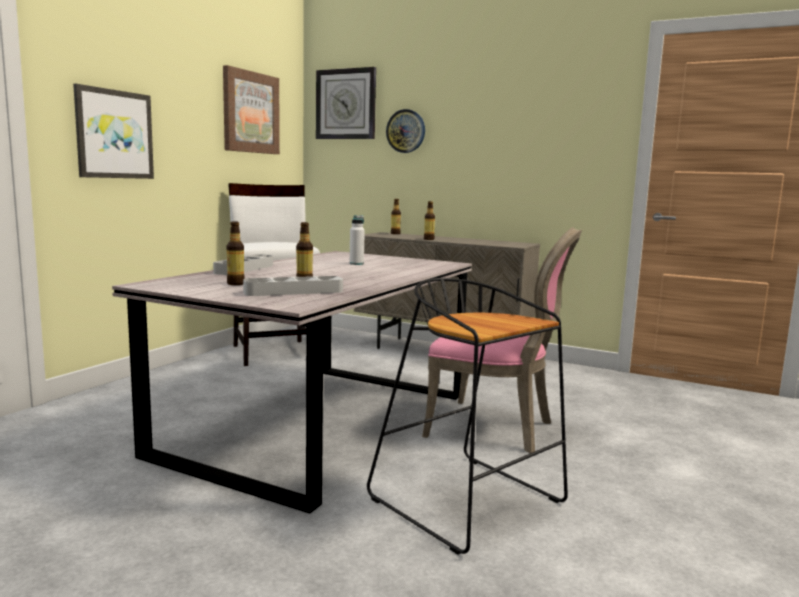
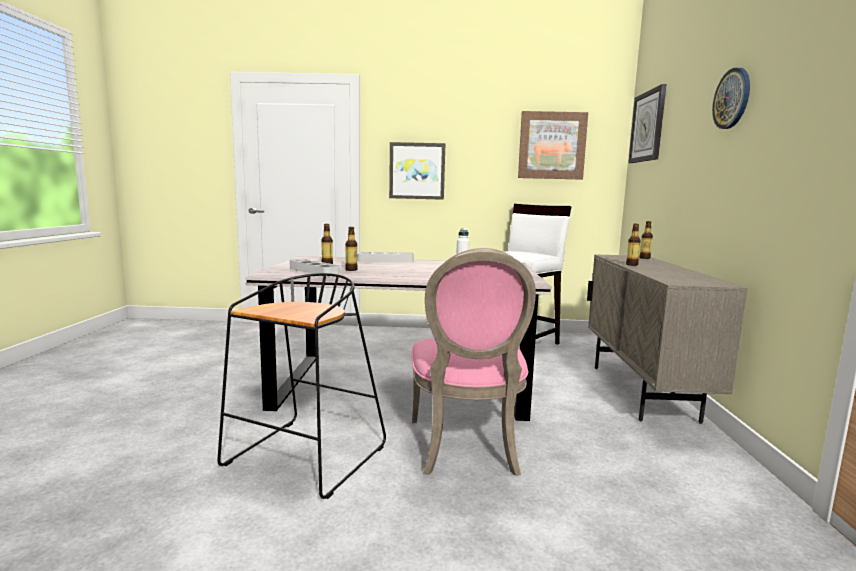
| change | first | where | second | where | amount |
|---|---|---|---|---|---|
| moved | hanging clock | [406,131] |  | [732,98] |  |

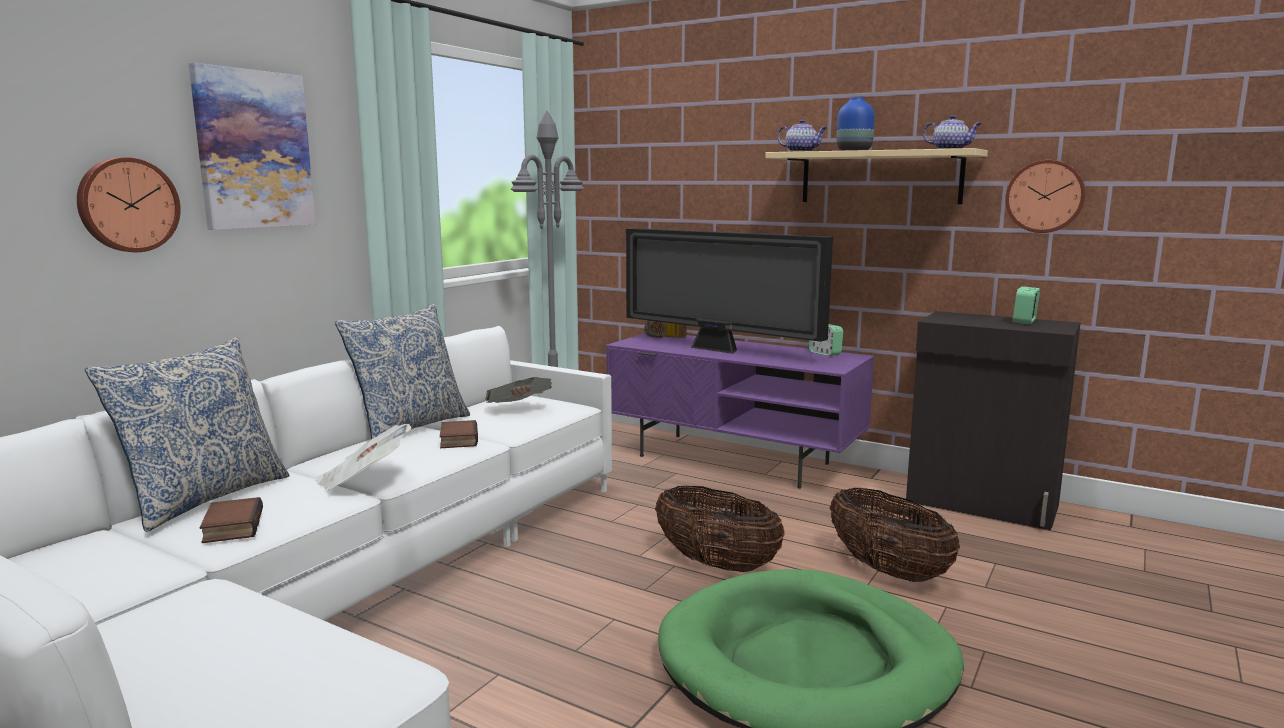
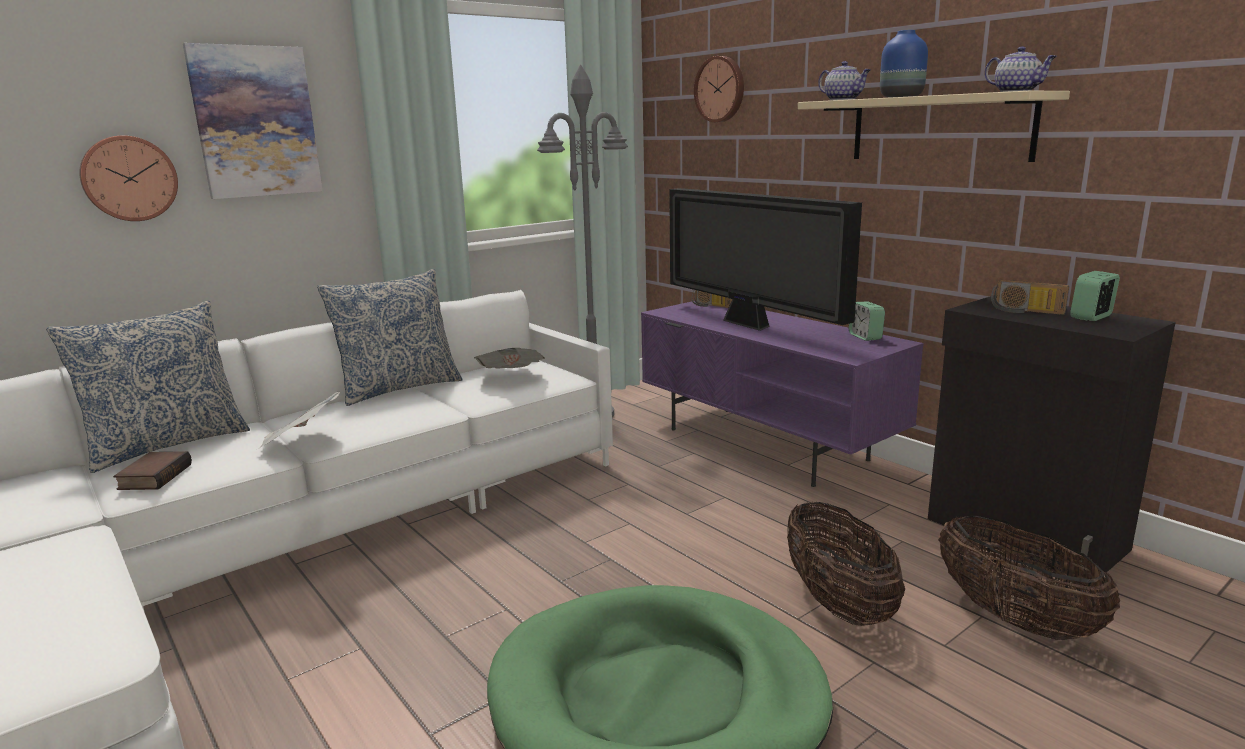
| change | first | where | second | where | amount |
|---|---|---|---|---|---|
| removed | volume | [457,439] |  |  |  |
| moved | storage basket | [716,564] |  | [1015,619] |  |
| moved | hanging clock | [1045,196] |  | [720,89] |  |
| added |  |  | radio | [1026,311] |  |

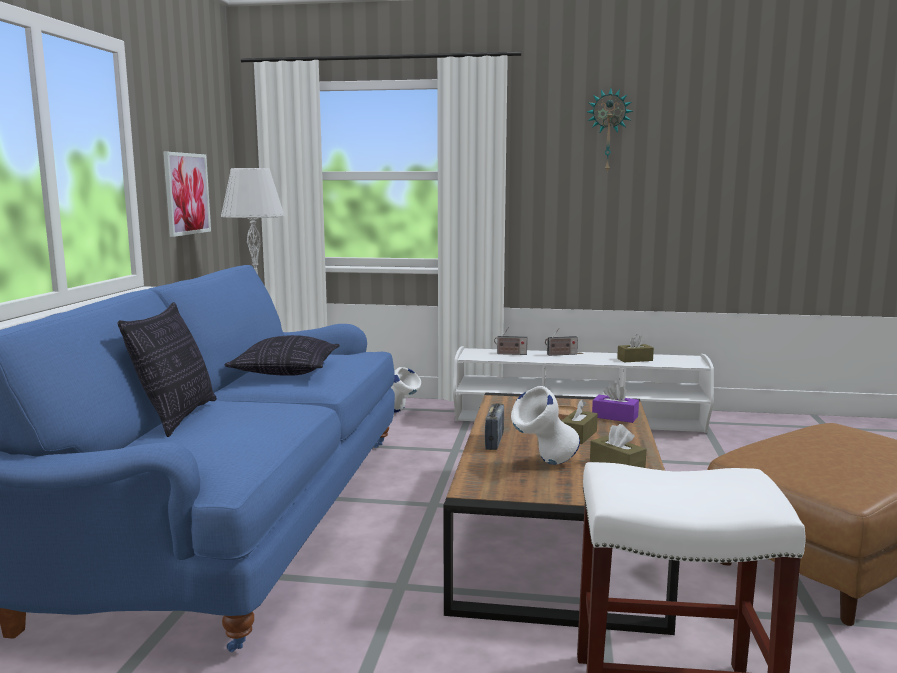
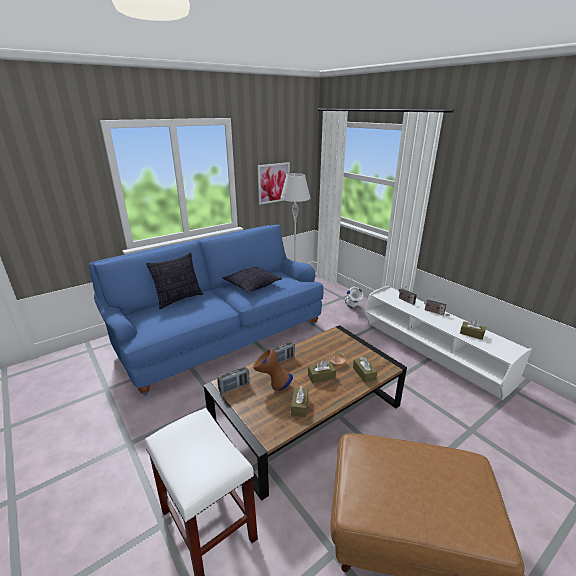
| change | first | where | second | where | amount |
|---|---|---|---|---|---|
| recoloured | vase/white | [544,464] | vase/brown | [273,386] |  |
| removed | hanging clock | [608,130] |  |  |  |
| recoloured | tissue holder/purple | [615,417] | tissue holder/brown | [364,373] |  |
| added |  |  | radio | [234,387] |  |

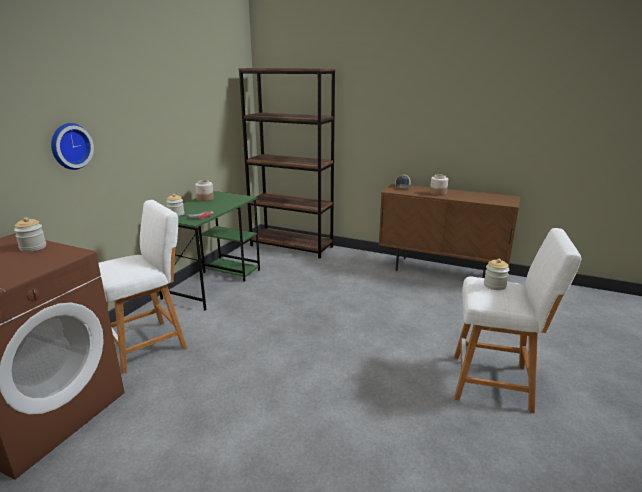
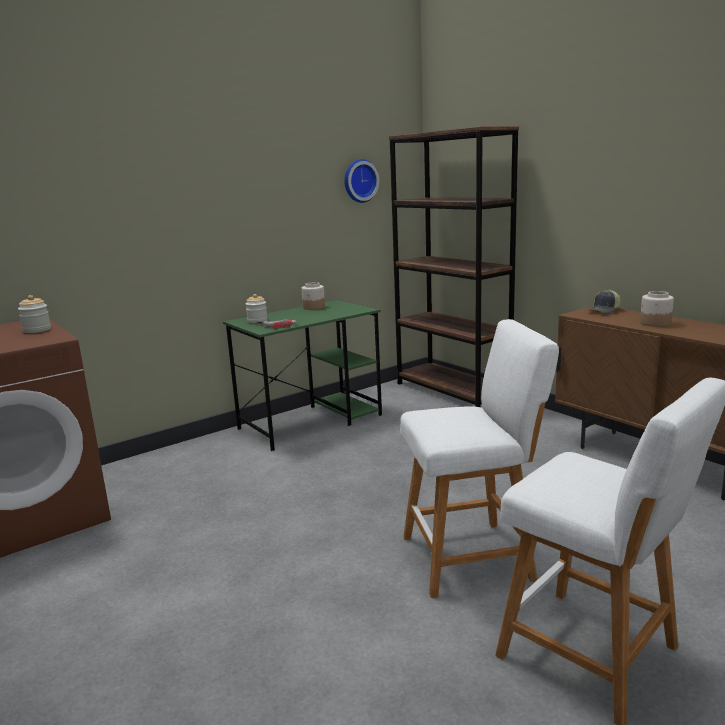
| change | first | where | second | where | amount |
|---|---|---|---|---|---|
| moved | hanging clock | [69,146] |  | [359,181] |  |
| moved | stool seat/white | [149,344] |  | [473,556] |  |
| removed | storage jar | [494,285] |  |  |  |

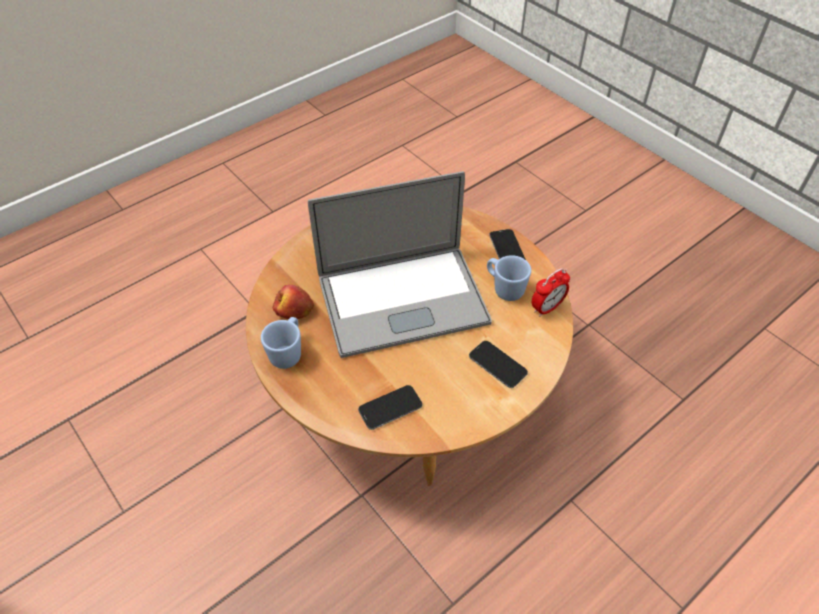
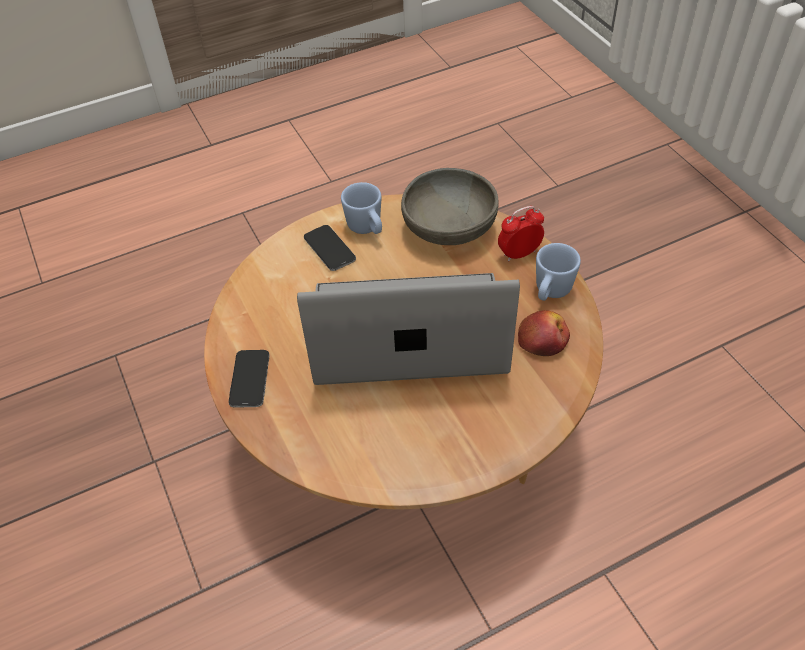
| change | first | where | second | where | amount |
|---|---|---|---|---|---|
| replaced | telephone | [390,408] | serving bowl/grey | [449,227] |  |
| moved | mug/blue-coloured | [504,288] |  | [367,229] |  |
| moved | alarm clock | [547,308] |  | [519,254] |  |

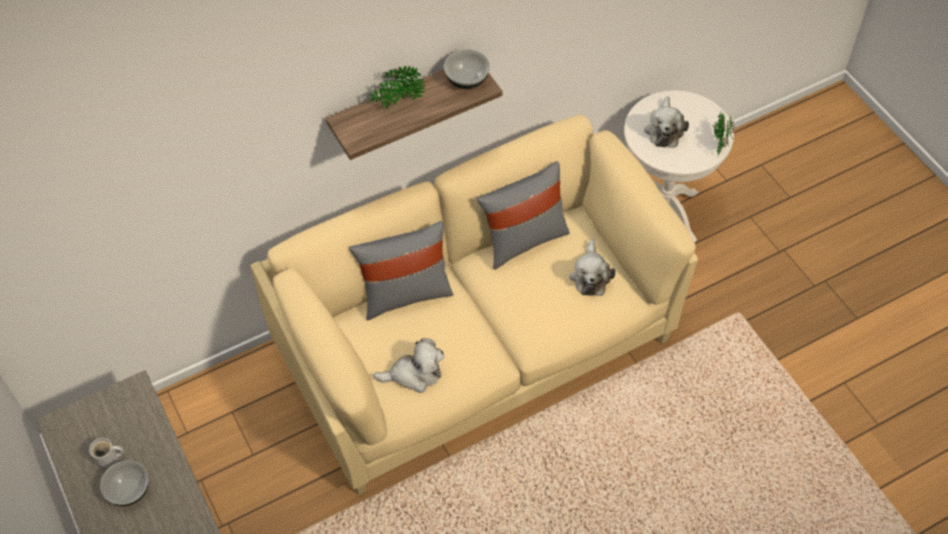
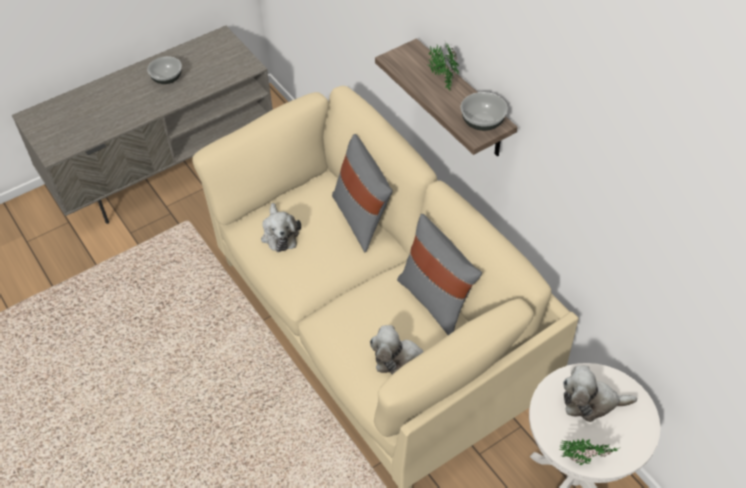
| change | first | where | second | where | amount |
|---|---|---|---|---|---|
| removed | mug/white | [109,459] |  |  |  |

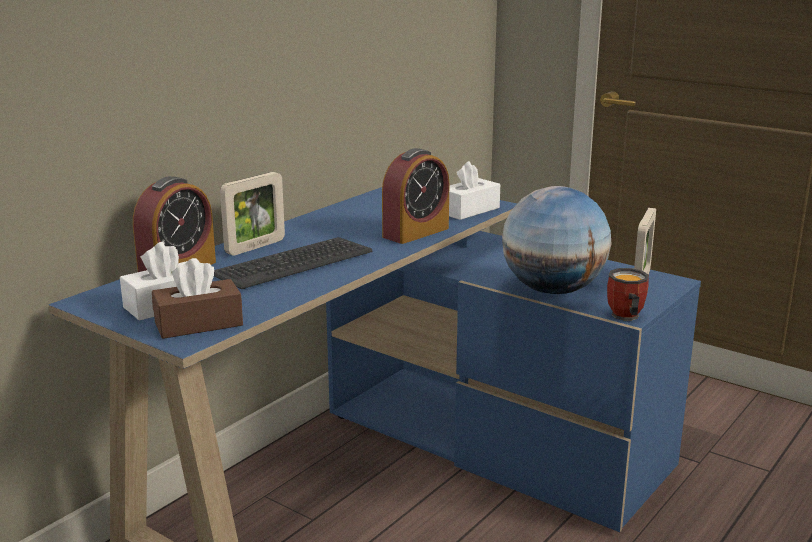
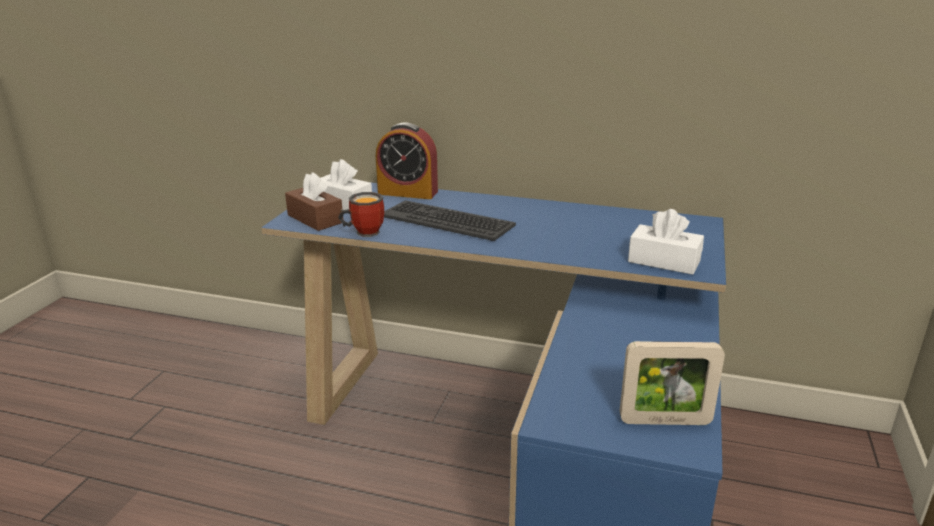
| change | first | where | second | where | amount |
|---|---|---|---|---|---|
| removed | picture frame | [255,247] |  |  |  |
| removed | alarm clock | [415,232] |  |  |  |
| removed | globe | [553,290] |  |  |  |
| moved | mug | [624,317] |  | [363,232] |  |

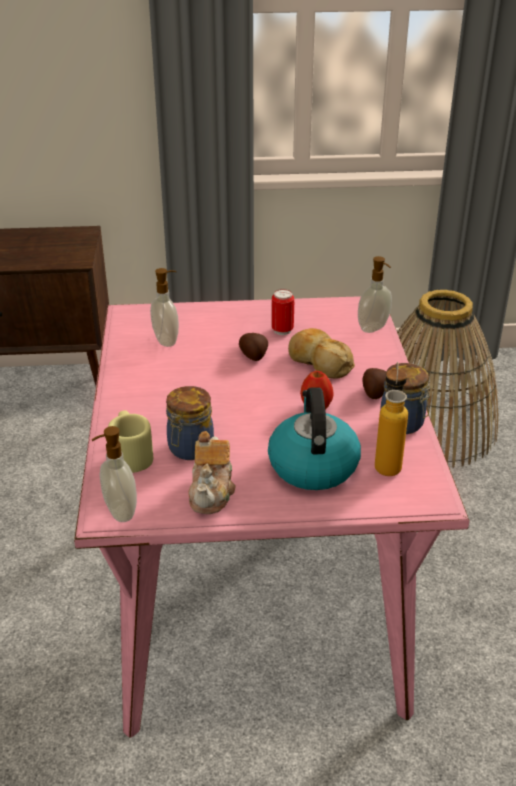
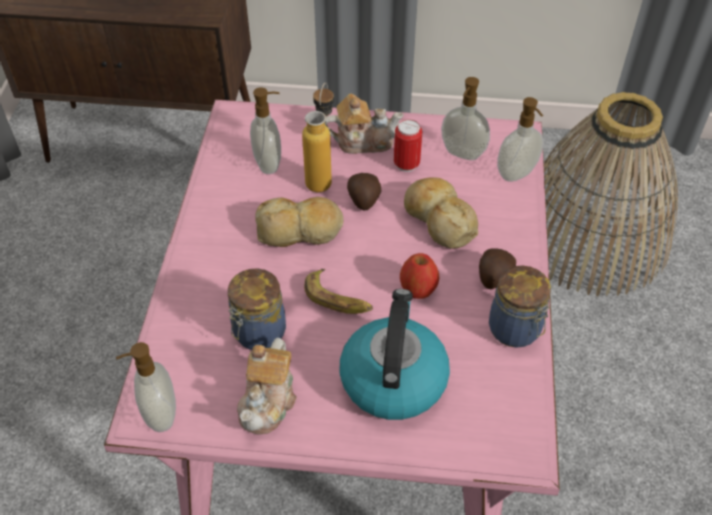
| change | first | where | second | where | amount |
|---|---|---|---|---|---|
| removed | mug/beige-coloured | [130,454] |  |  |  |
| moved | drink bottle | [387,461] |  | [322,176] |  |
| added |  |  | baked bread | [300,231] |  |
| added |  |  | banana | [338,299] |  |
| added |  |  | teapot | [363,141] |  |
| added |  |  | soap dispenser | [462,154] |  |

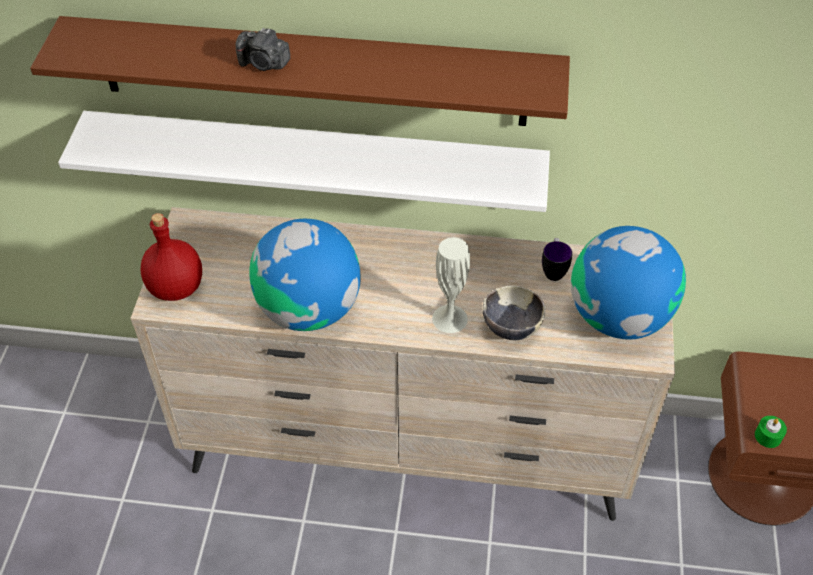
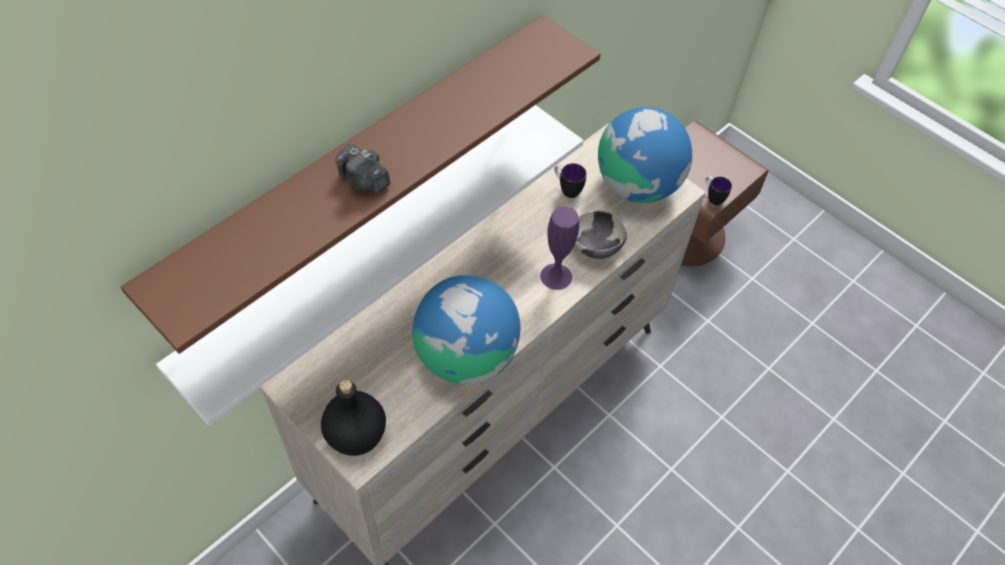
| change | first | where | second | where | amount |
|---|---|---|---|---|---|
| recoloured | drink bottle/red | [176,288] | drink bottle/black | [357,436] |  |
| turned | photo camera | [264,64] |  | [364,181] | 75 degrees clockwise |
| recoloured | vase/white | [449,318] | vase/purple | [556,276] |  |
| replaced | wax light/green | [768,436] | mug | [712,197] |  |

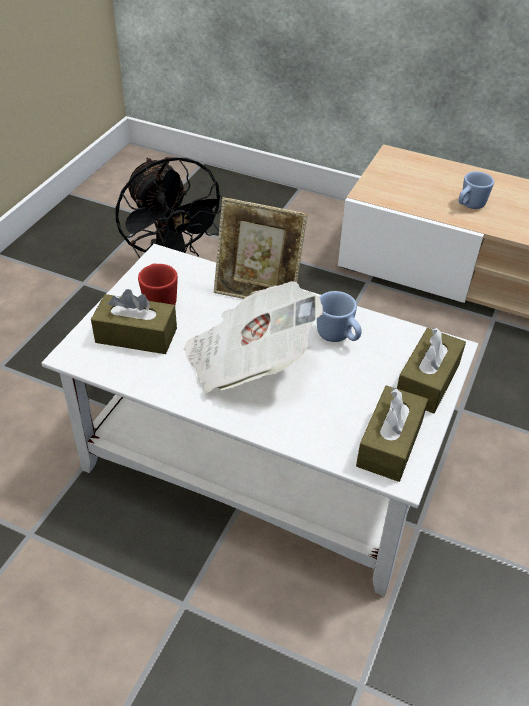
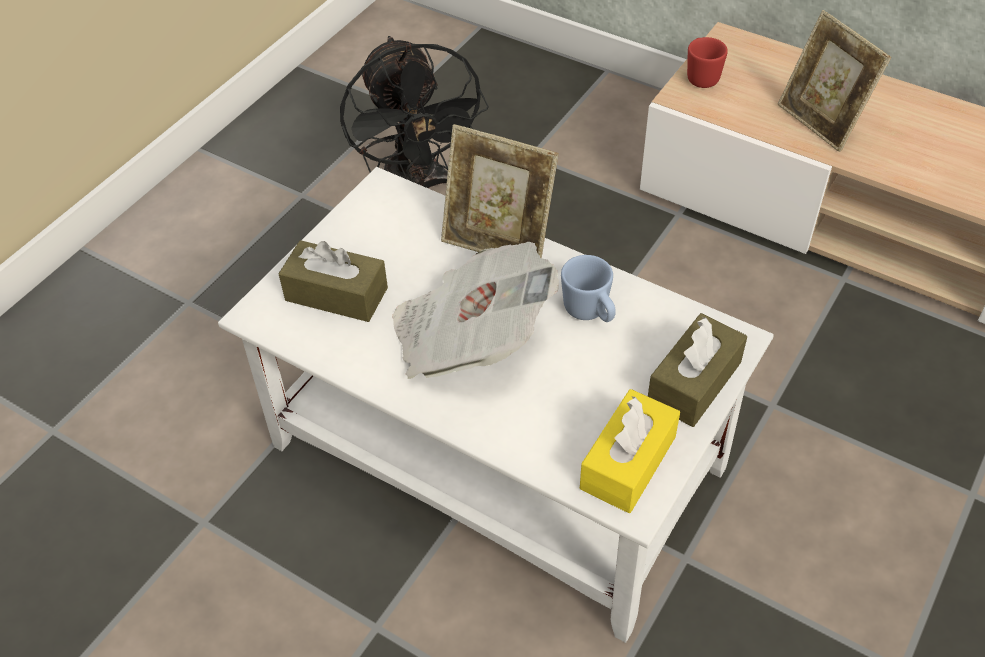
| change | first | where | second | where | amount |
|---|---|---|---|---|---|
| moved | mug/red | [159,300] |  | [701,76] |  |
| recoloured | tissue holder/brown | [389,443] | tissue holder/yellow | [628,462] |  |
| replaced | mug/blue-coloured | [469,205] | picture frame | [820,122] |  |

